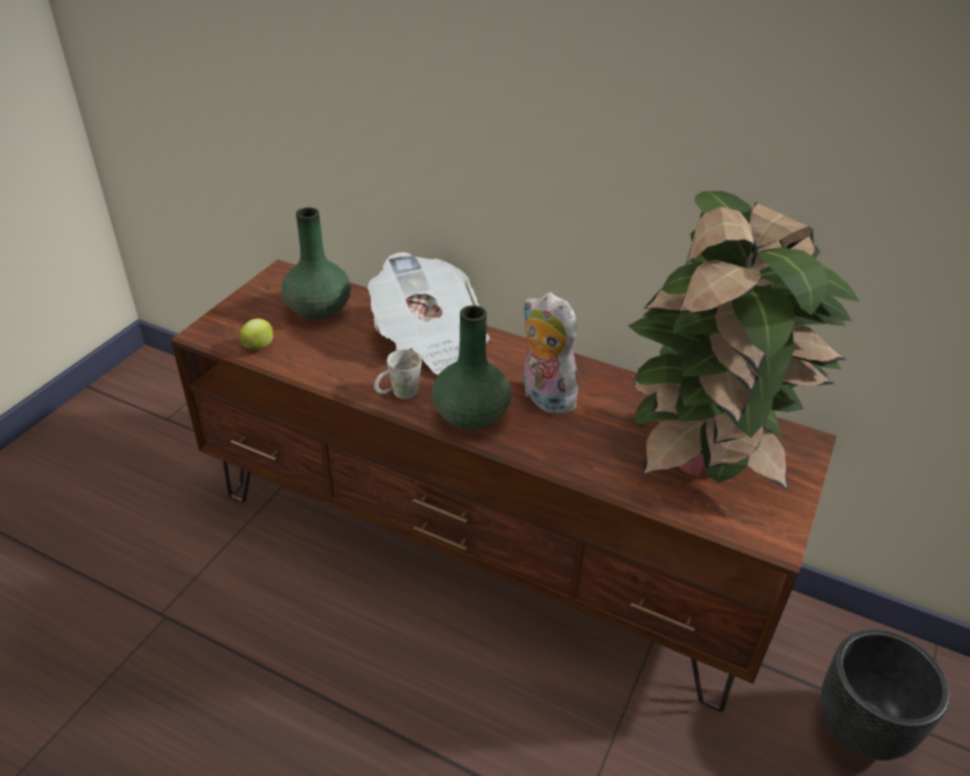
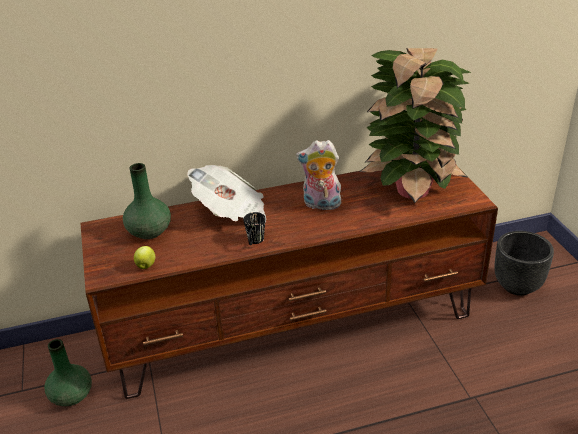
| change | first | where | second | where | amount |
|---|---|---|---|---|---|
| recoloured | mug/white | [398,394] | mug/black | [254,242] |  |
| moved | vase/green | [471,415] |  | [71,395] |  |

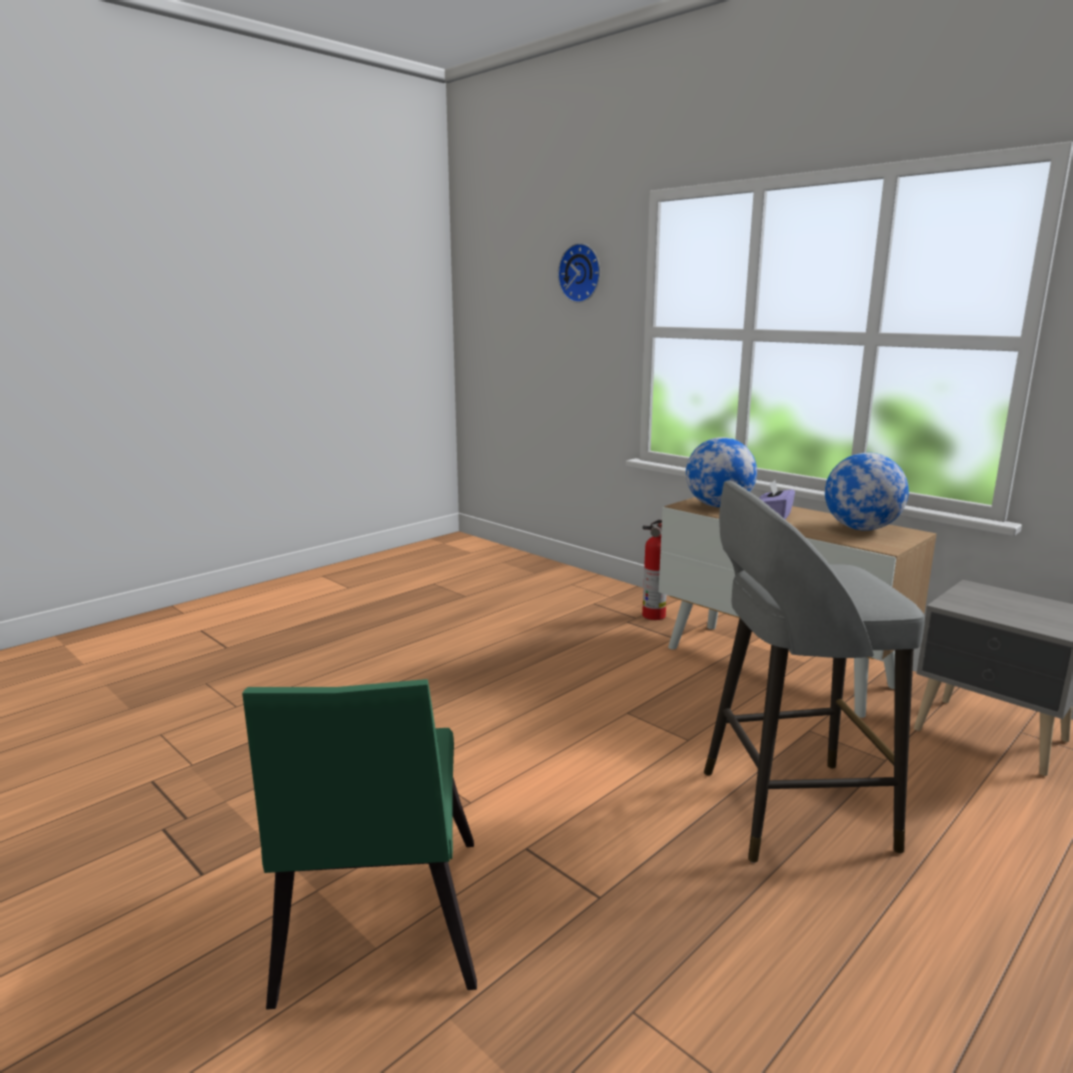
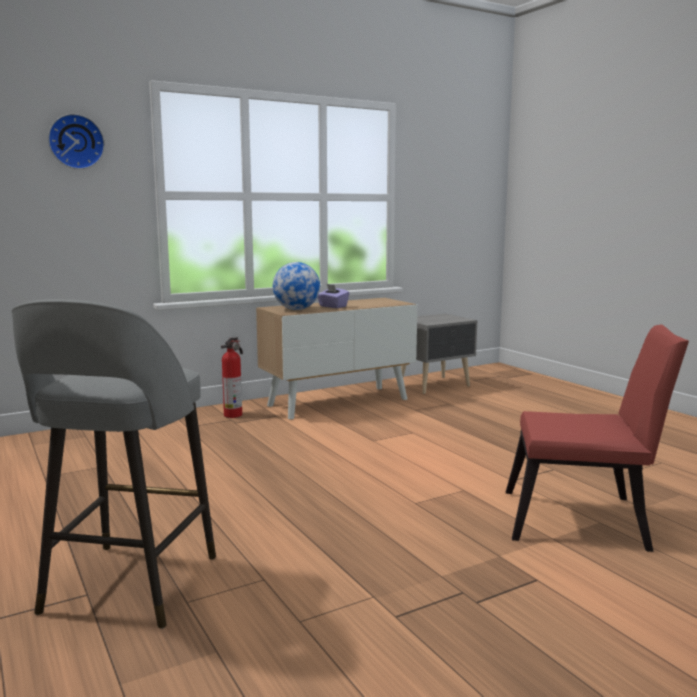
| change | first | where | second | where | amount |
|---|---|---|---|---|---|
| recoloured | plain chair/green | [377,928] | plain chair/red | [584,521] |  |
| moved | stool seat/grey | [789,809] |  | [128,587] |  |
| removed | globe | [861,529] |  |  |  |

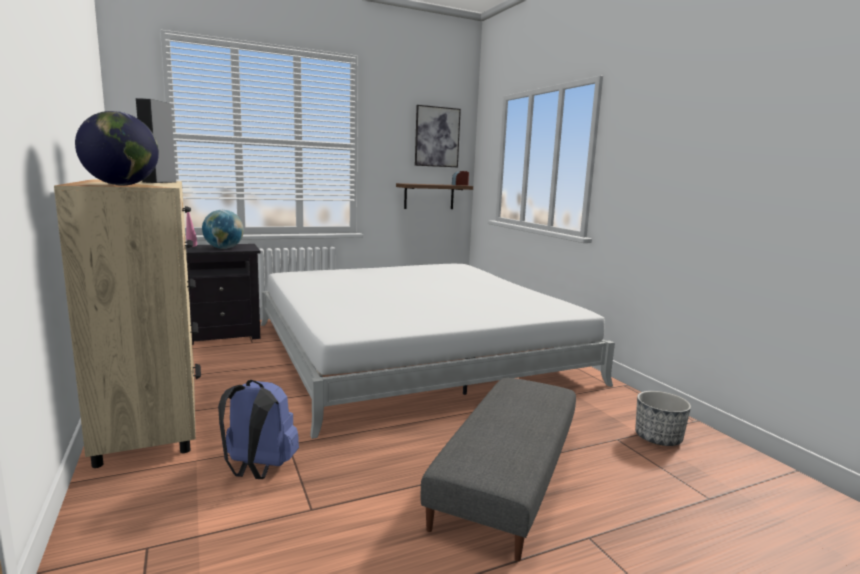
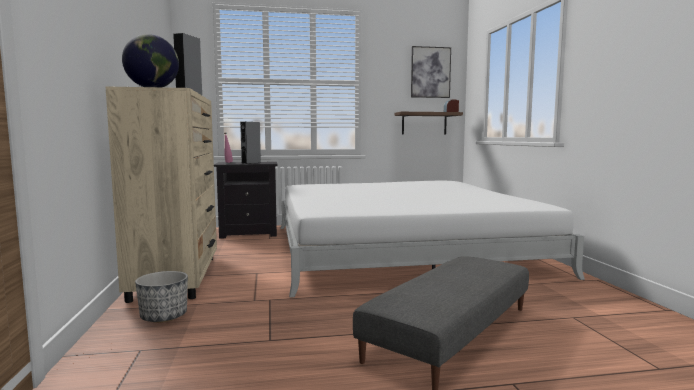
| change | first | where | second | where | amount |
|---|---|---|---|---|---|
| replaced | globe | [224,248] | loudspeaker/grey | [251,163] |  |
| removed | backpack/blue-coloured | [258,469] |  |  |  |
| moved | plant pot | [657,438] |  | [164,317] |  |

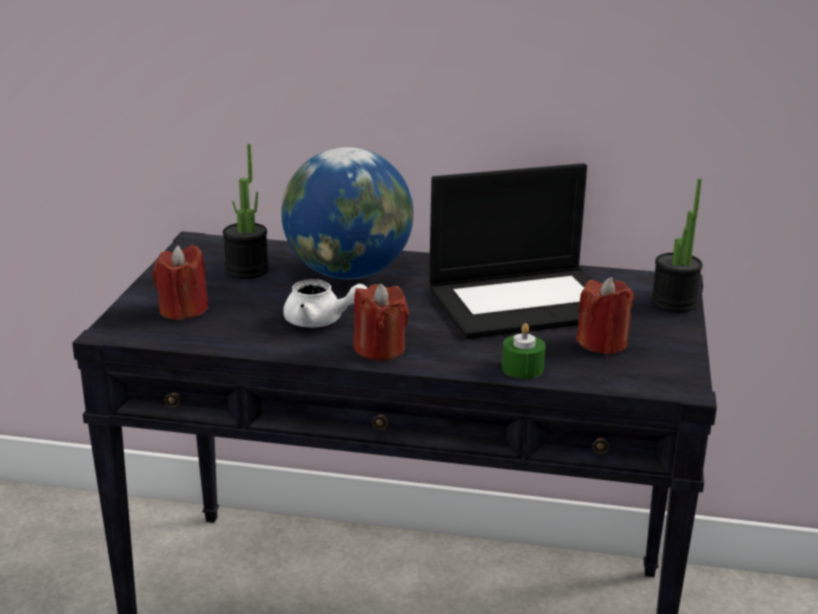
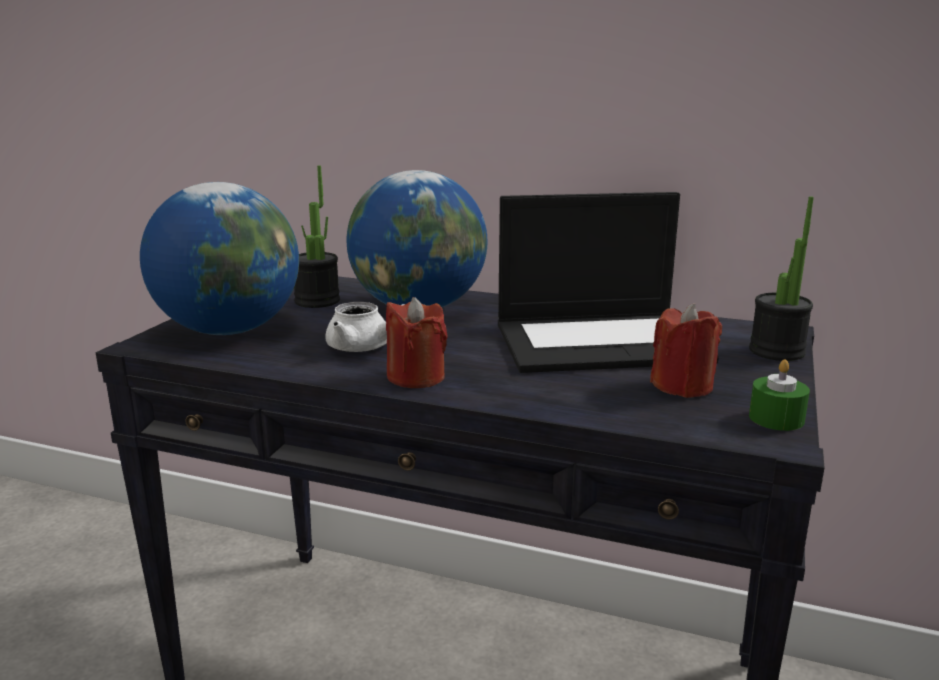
| change | first | where | second | where | amount |
|---|---|---|---|---|---|
| replaced | wax light/red | [183,310] | globe | [229,330] |  |
| moved | wax light/green | [522,368] |  | [776,418] |  |

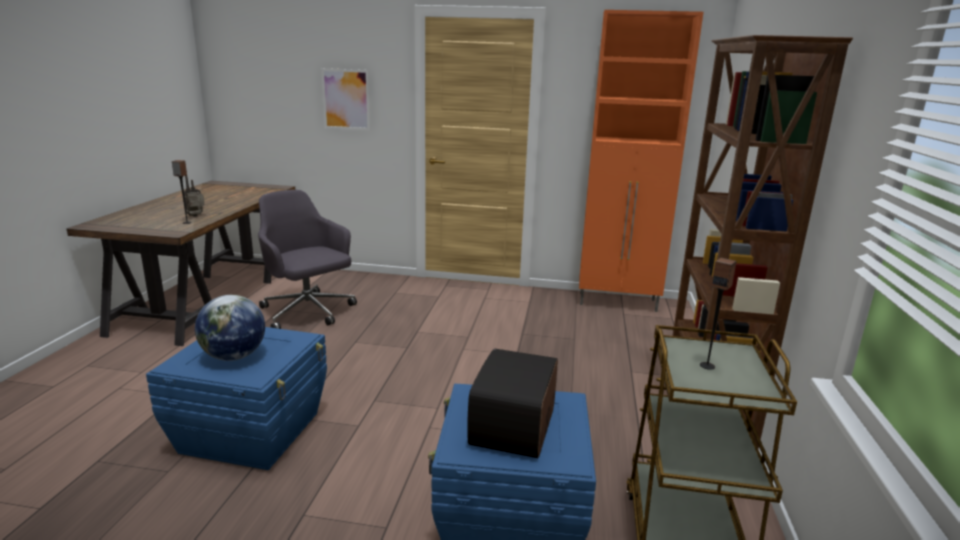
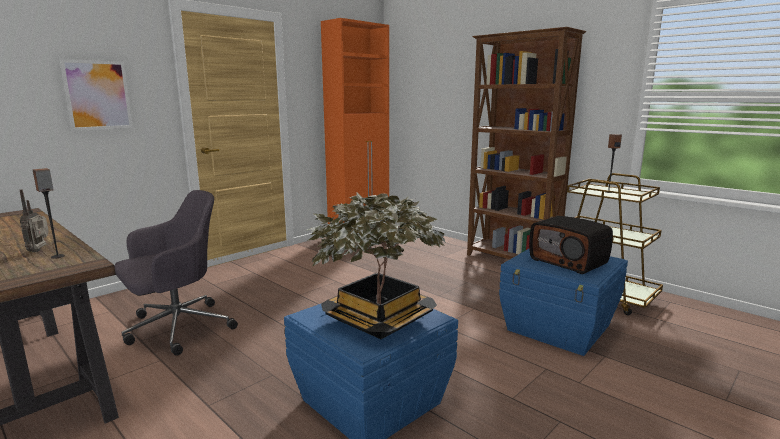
| change | first | where | second | where | amount |
|---|---|---|---|---|---|
| replaced | globe | [233,356] | potted plant | [379,320] |  |
| turned | desk chair/grey | [308,312] |  | [176,328] | 150 degrees clockwise |

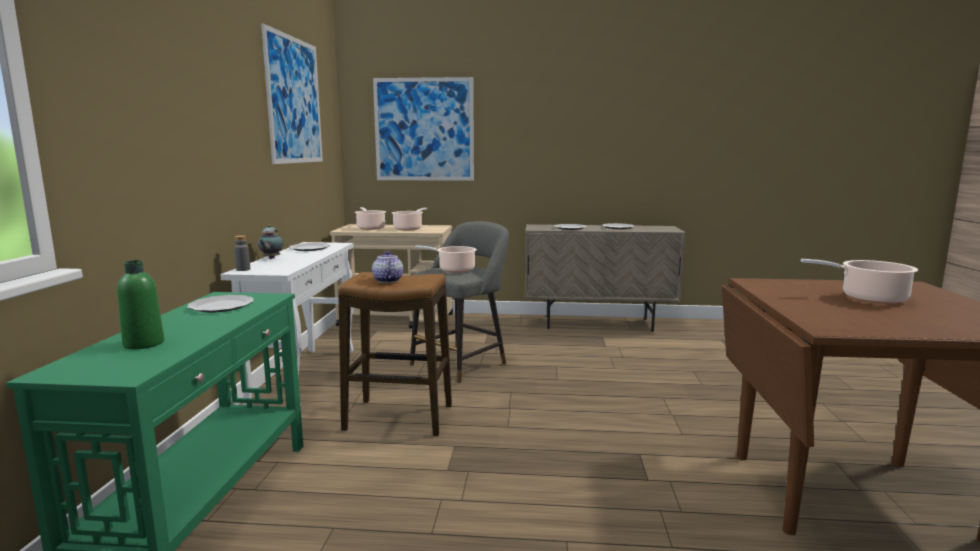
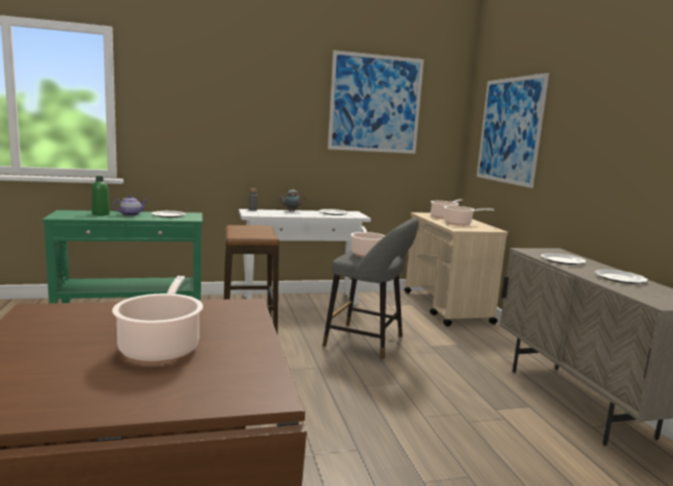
| change | first | where | second | where | amount |
|---|---|---|---|---|---|
| moved | teapot | [387,280] |  | [131,214] |  |

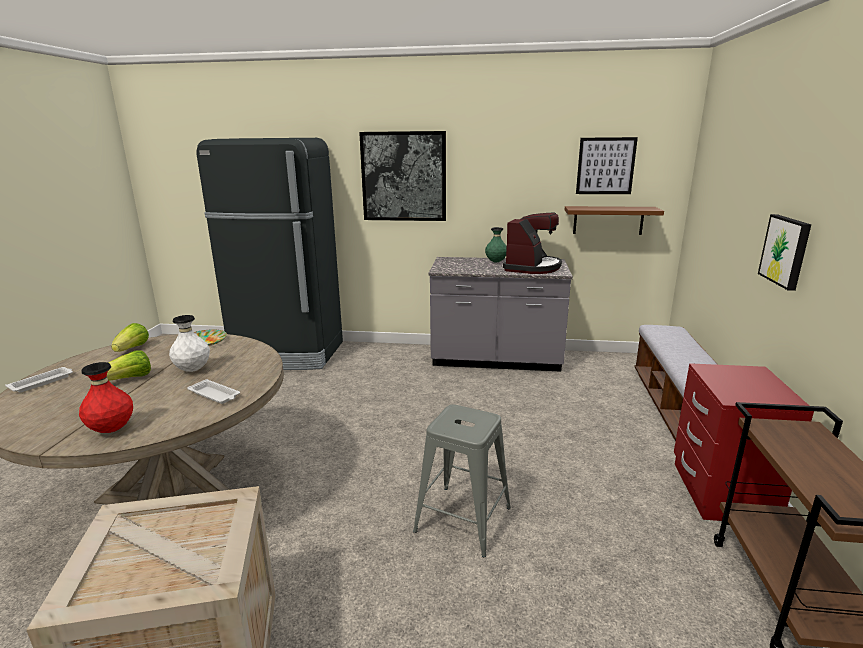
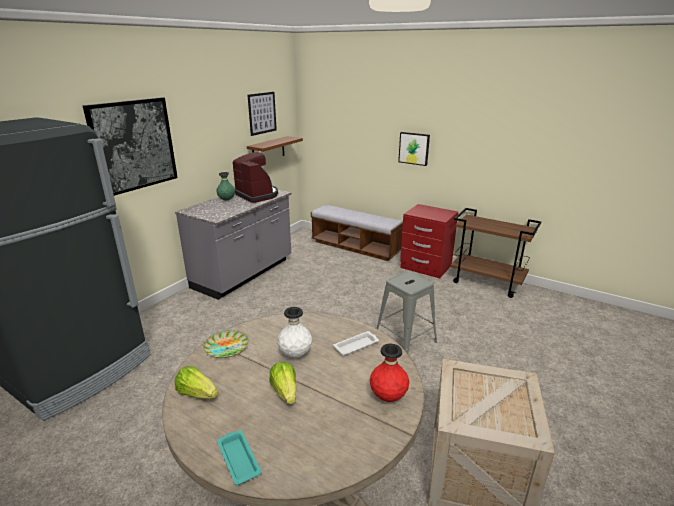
| change | first | where | second | where | amount |
|---|---|---|---|---|---|
| recoloured | carrying tray/white | [42,382] | carrying tray/blue-green | [238,458] |  |

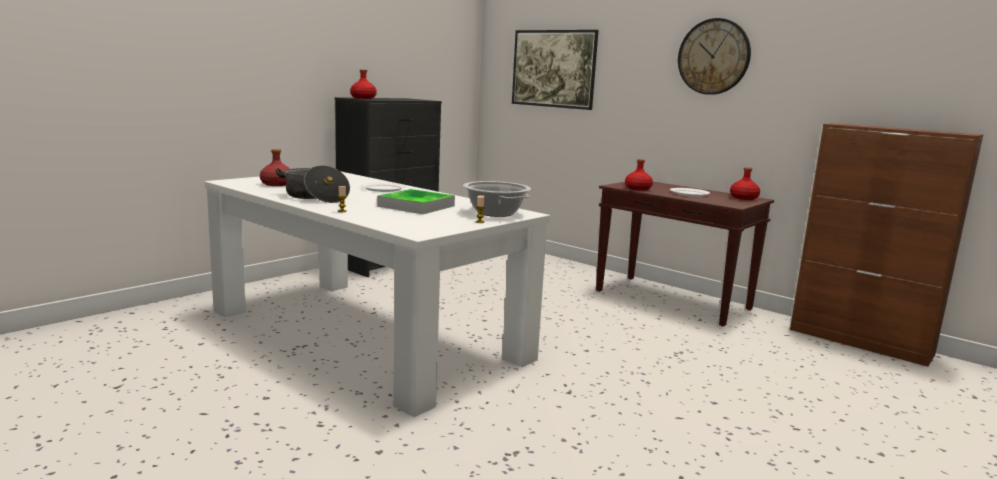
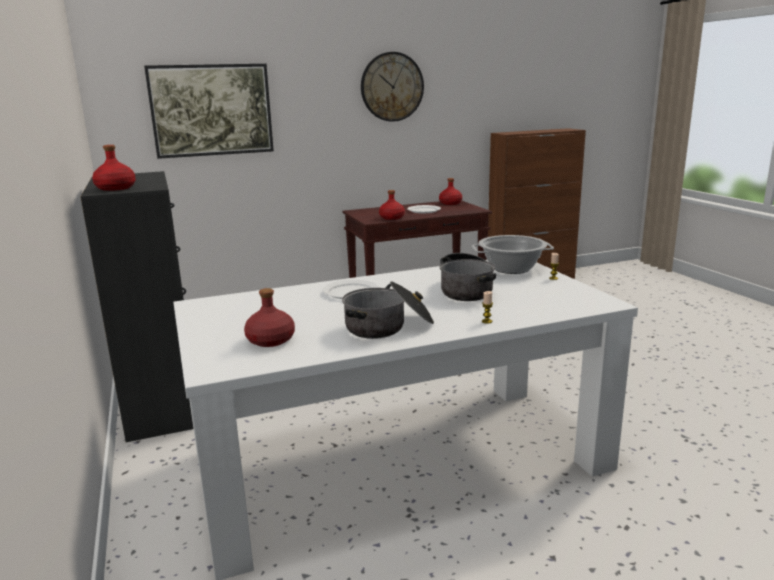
| change | first | where | second | where | amount |
|---|---|---|---|---|---|
| replaced | carrying tray | [416,206] | saucepot | [466,290] |  |

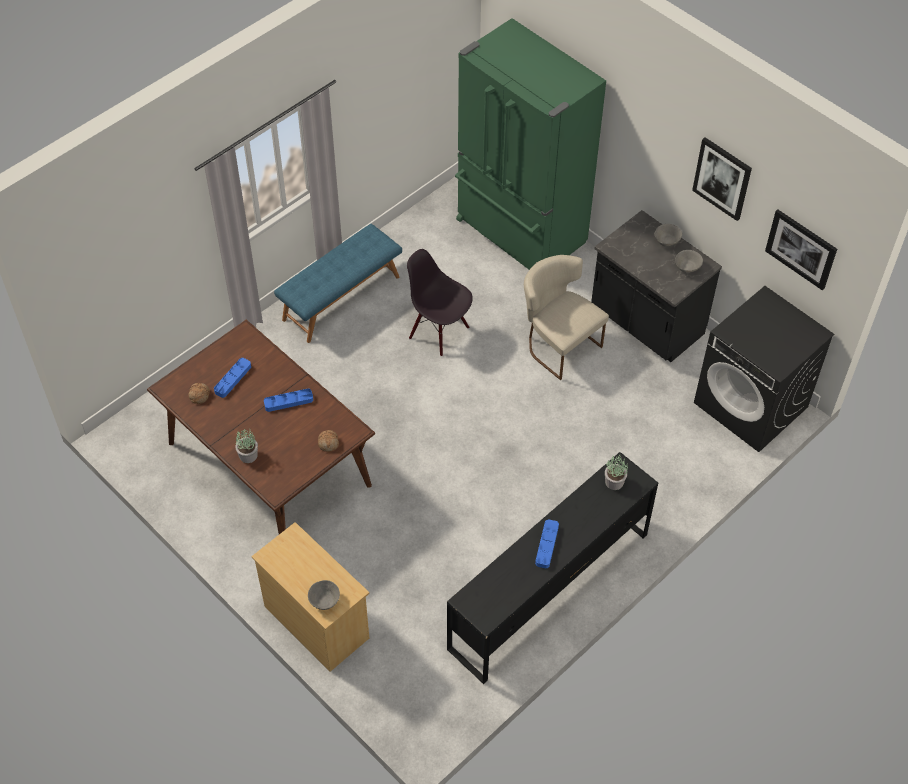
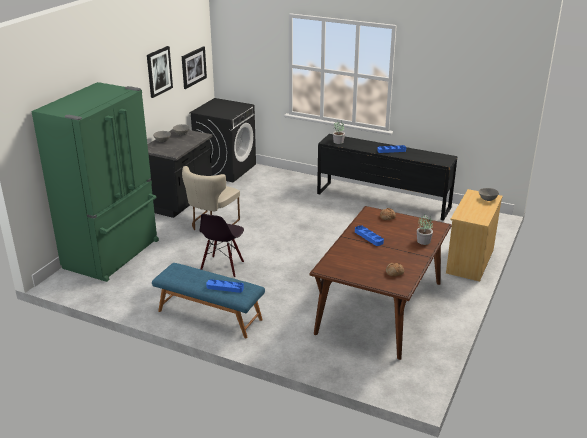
| change | first | where | second | where | amount |
|---|---|---|---|---|---|
| moved | carrying tray/blue-coloured | [233,379] |  | [225,288] |  |

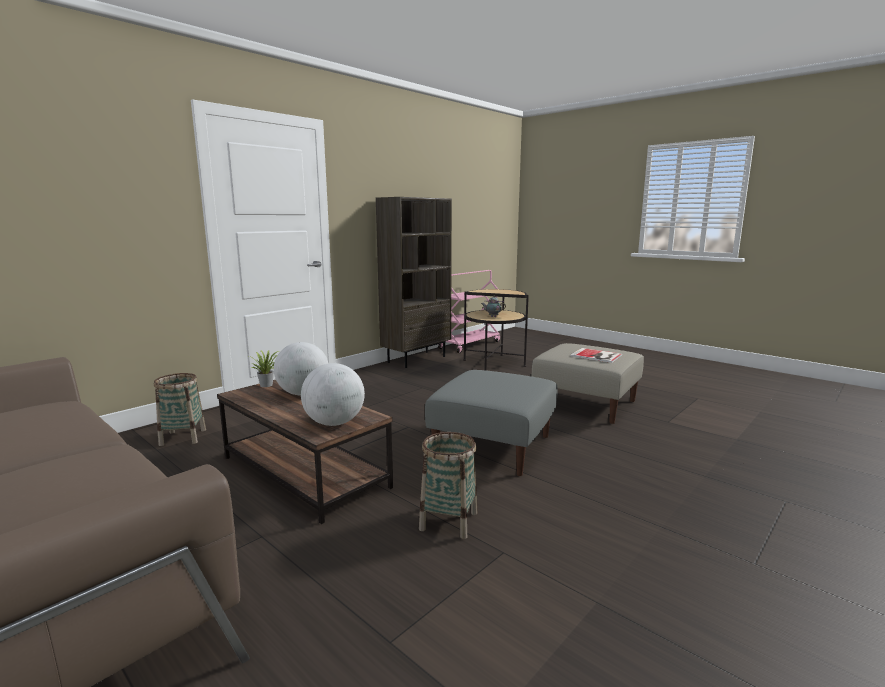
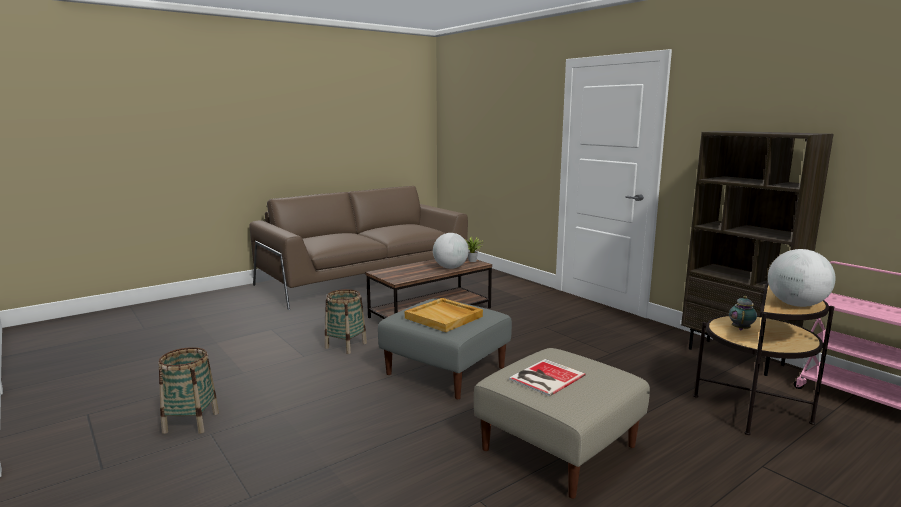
| change | first | where | second | where | amount |
|---|---|---|---|---|---|
| moved | storage basket | [183,437] |  | [191,422] |  |
| moved | globe | [334,423] |  | [796,305] |  |
| added |  |  | carrying tray/beige-coloured | [444,317] |  |

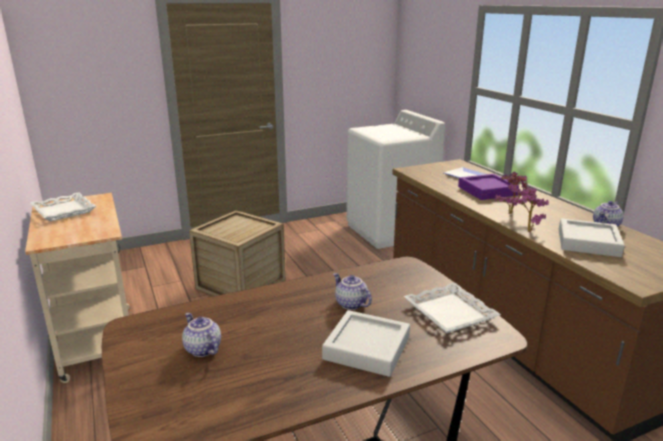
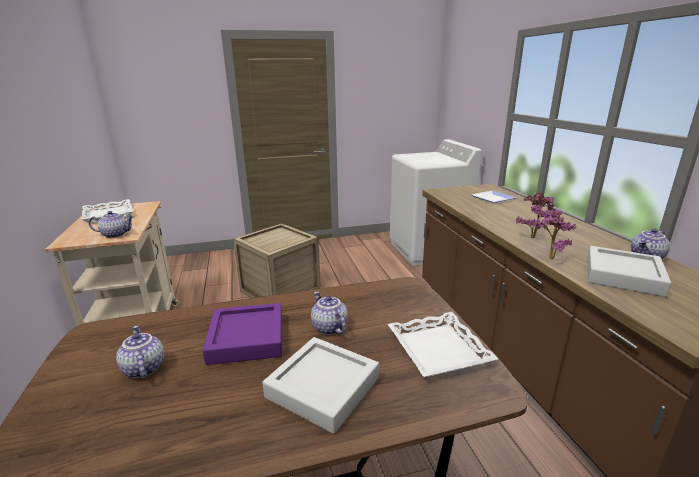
| change | first | where | second | where | amount |
|---|---|---|---|---|---|
| moved | carrying tray/purple | [487,191] |  | [247,338] |  |
| added |  |  | teapot | [116,234] |  |

